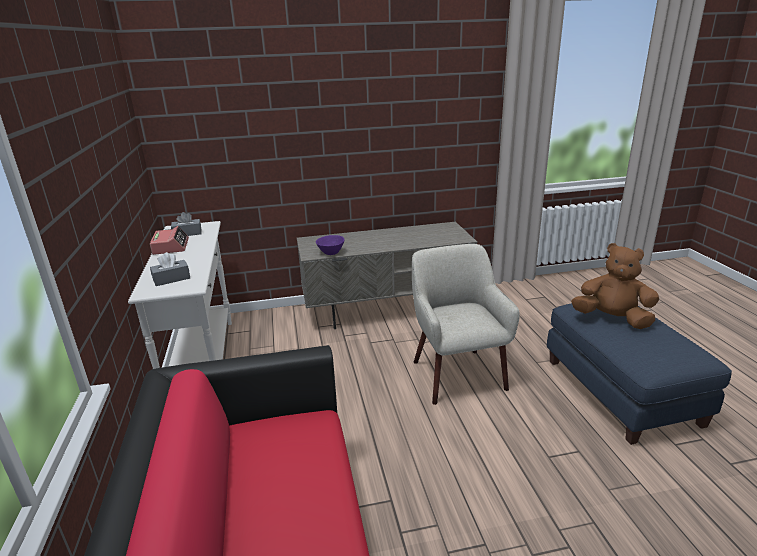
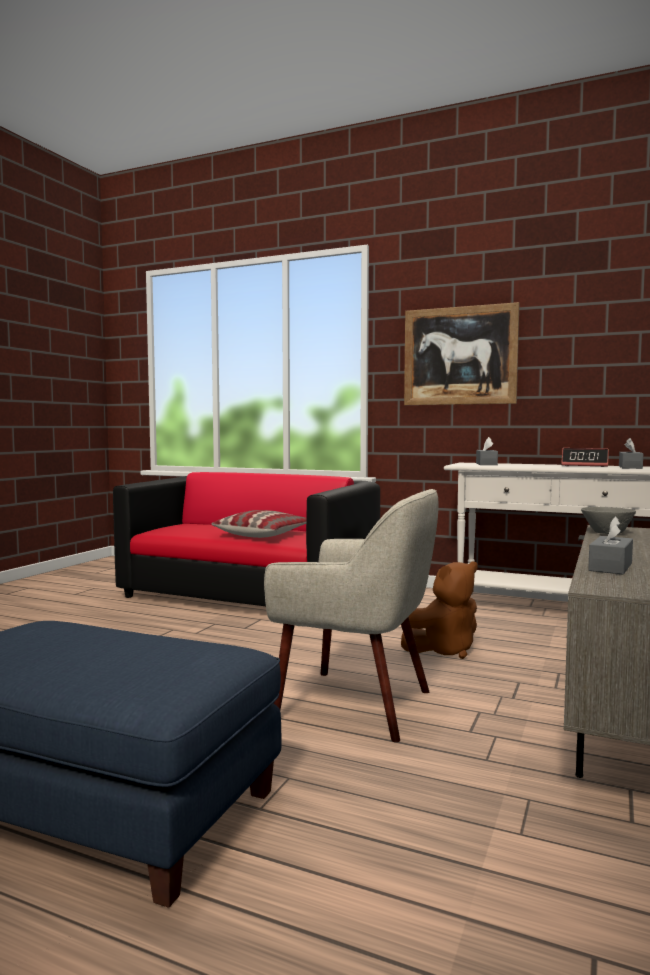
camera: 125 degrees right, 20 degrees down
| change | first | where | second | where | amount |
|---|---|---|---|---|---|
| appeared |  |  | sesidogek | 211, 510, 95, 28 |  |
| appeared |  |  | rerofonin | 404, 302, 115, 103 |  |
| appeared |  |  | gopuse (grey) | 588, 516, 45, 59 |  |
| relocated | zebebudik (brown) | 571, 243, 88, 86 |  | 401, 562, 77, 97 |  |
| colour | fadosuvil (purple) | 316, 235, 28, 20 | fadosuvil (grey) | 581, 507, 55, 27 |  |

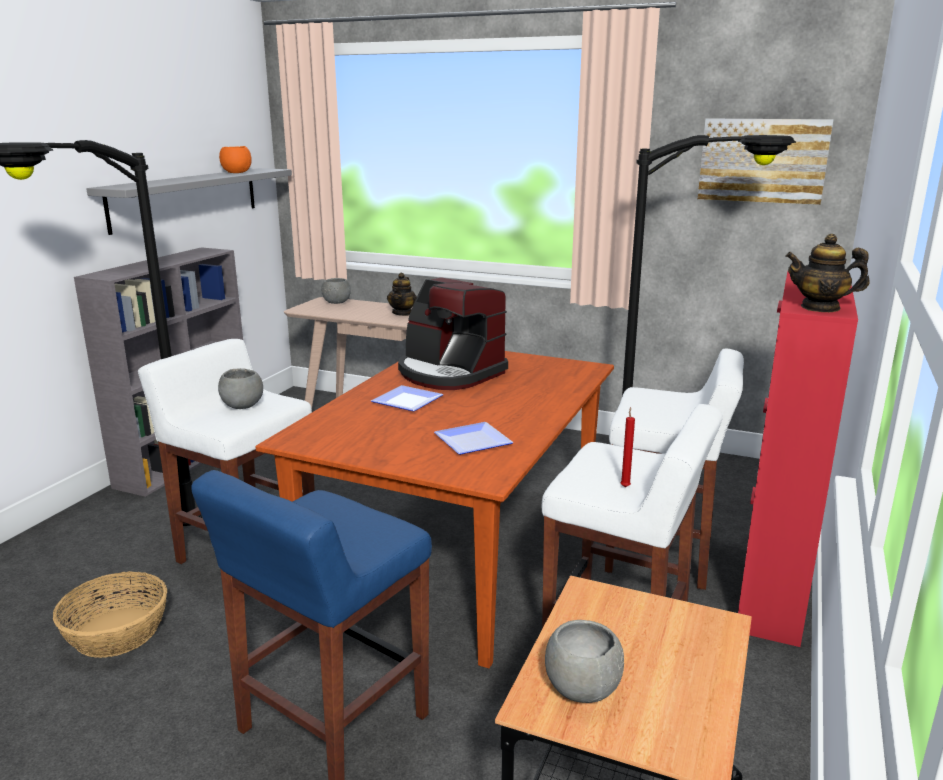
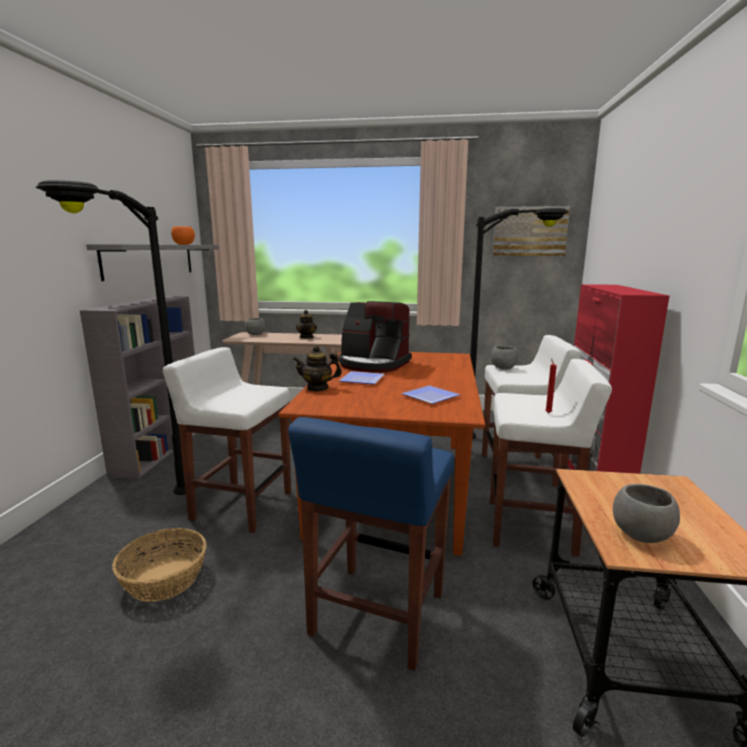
camera: 15 degrees left, 5 degrees down
| change | first | where | second | where | amount |
|---|---|---|---|---|---|
| relocated | fadosuvil (grey) | 218, 368, 45, 41 |  | 491, 346, 27, 24 |  |
| relocated | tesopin | 786, 234, 84, 78 |  | 293, 345, 49, 46 |  |

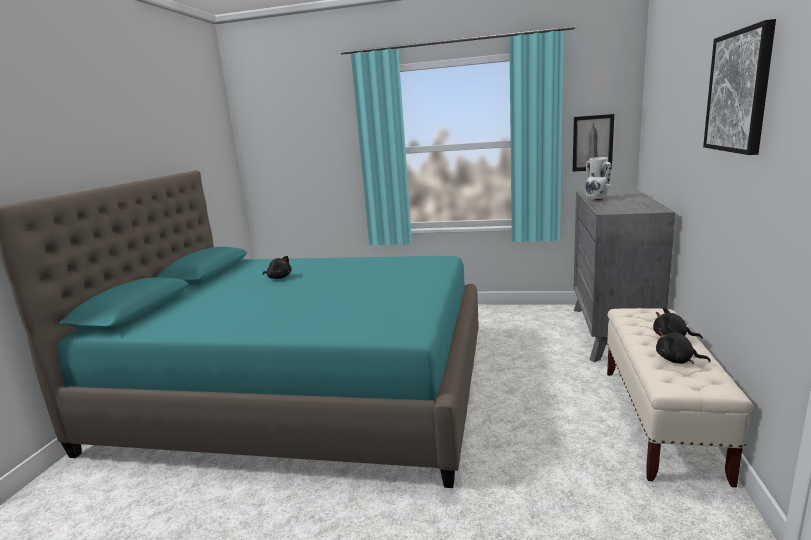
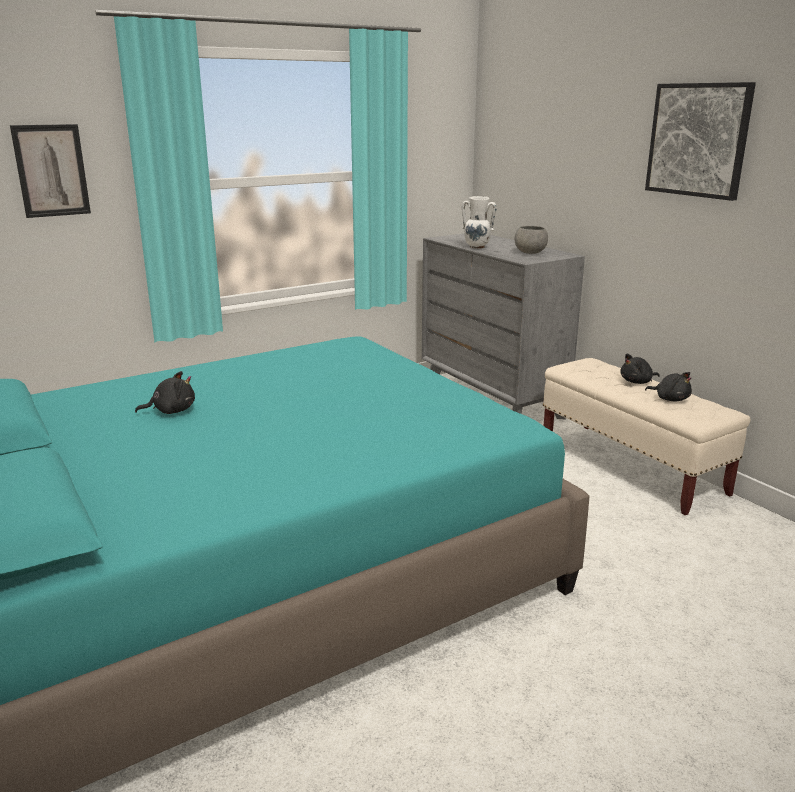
camera: 45 degrees left, 5 degrees up
| change | first | where | second | where | amount |
|---|---|---|---|---|---|
| appeared |  |  | fadosuvil (grey) | 515, 226, 33, 28 |  |
| relocated | rerofonin | 573, 114, 41, 58 |  | 10, 124, 81, 94 |  |
| spun | zebebudik (black) | 656, 327, 55, 37 |  | 645, 372, 47, 29 | 120 degrees counterclockwise |

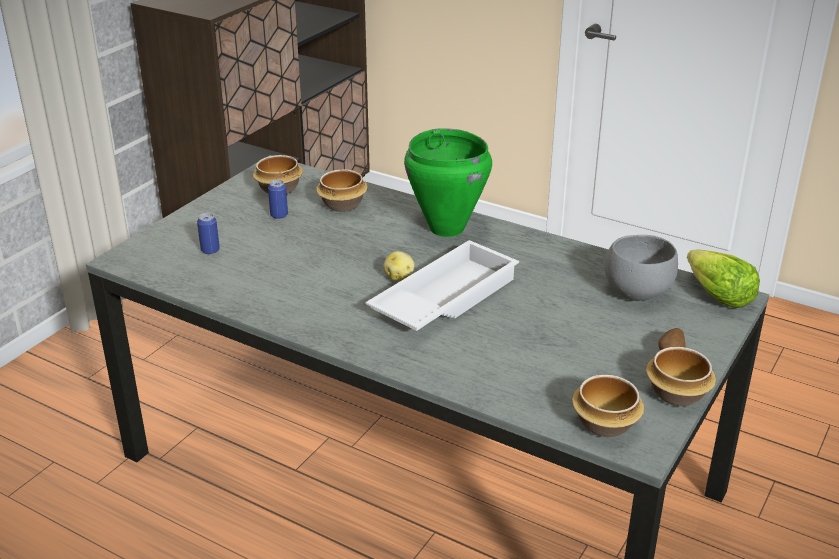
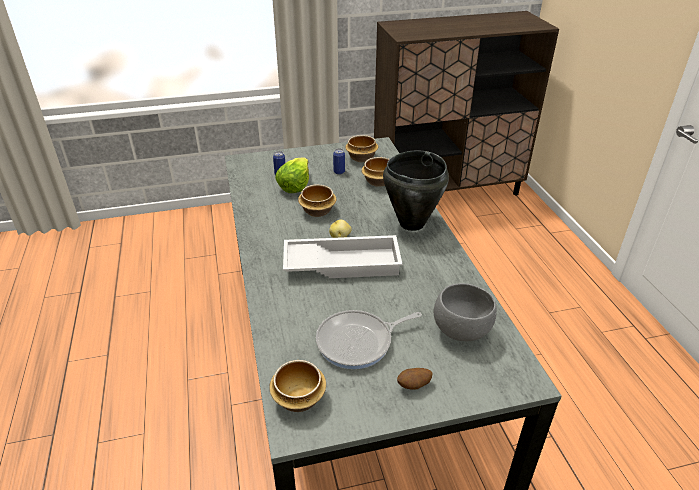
camera: 45 degrees right, 5 degrees up
| change | first | where | second | where | amount |
|---|---|---|---|---|---|
| appeared |  |  | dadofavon | 316, 310, 106, 59 |  |
| relocated | fadosuvil | 646, 347, 70, 59 |  | 298, 184, 38, 33 |  |
| relocated | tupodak | 687, 250, 73, 58 |  | 275, 157, 34, 36 |  |
| colour | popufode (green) | 404, 128, 88, 109 | popufode (black) | 383, 150, 66, 81 |  |

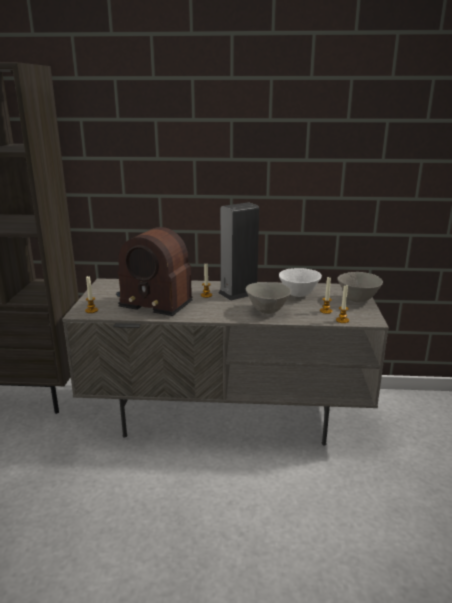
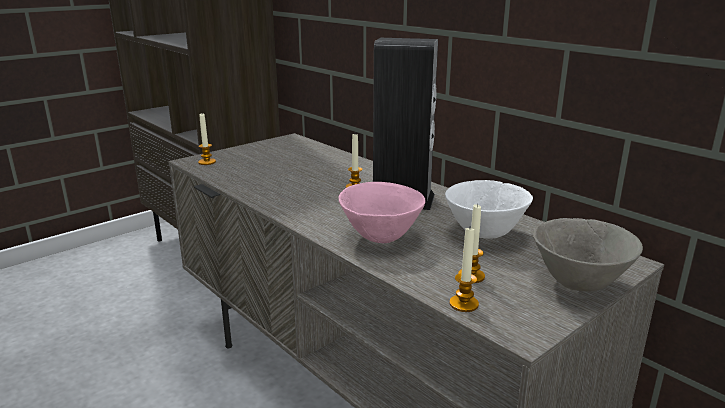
camera: 45 degrees right, 0 degrees up
| change | first | where | second | where | amount |
|---|---|---|---|---|---|
| missing | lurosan | 116, 227, 77, 89 |  |  |  |
| colour | fadosuvil (grey) | 246, 282, 45, 32 | fadosuvil (pink) | 339, 182, 86, 61 |  |

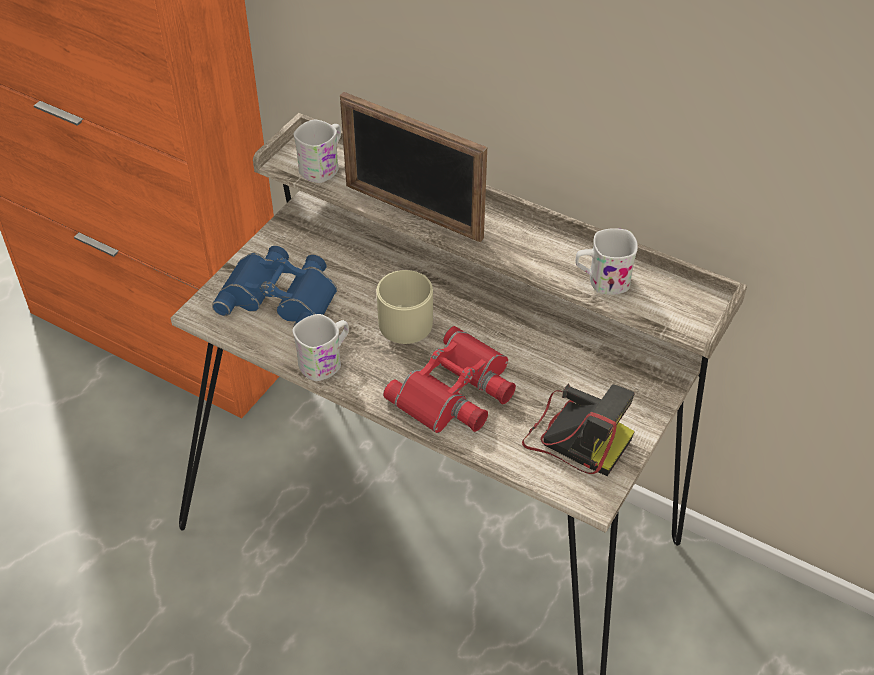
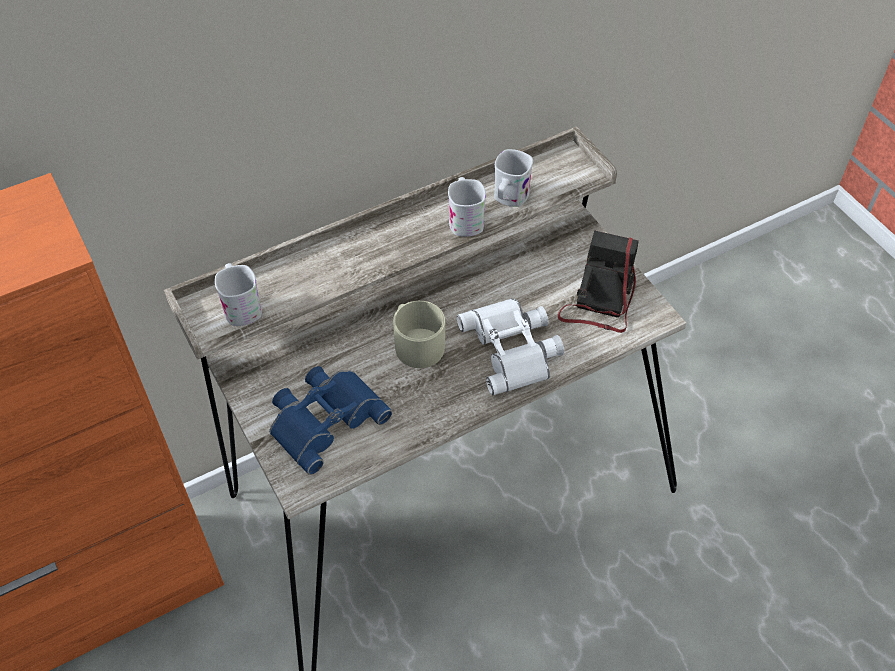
camera: 60 degrees left, 5 degrees up
| change | first | where | second | where | amount |
|---|---|---|---|---|---|
| missing | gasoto | 340, 92, 147, 150 |  |  |  |
| relocated | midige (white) | 292, 314, 57, 67 |  | 448, 177, 38, 60 |  |
| colour | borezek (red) | 383, 326, 133, 107 | borezek (white) | 457, 298, 107, 97 |  |
| spun | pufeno | 522, 383, 113, 93 |  | 558, 230, 81, 103 | 45 degrees counterclockwise |

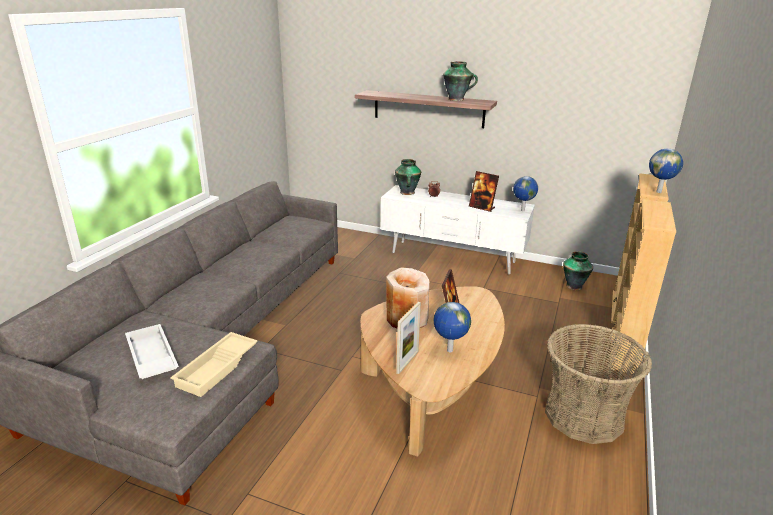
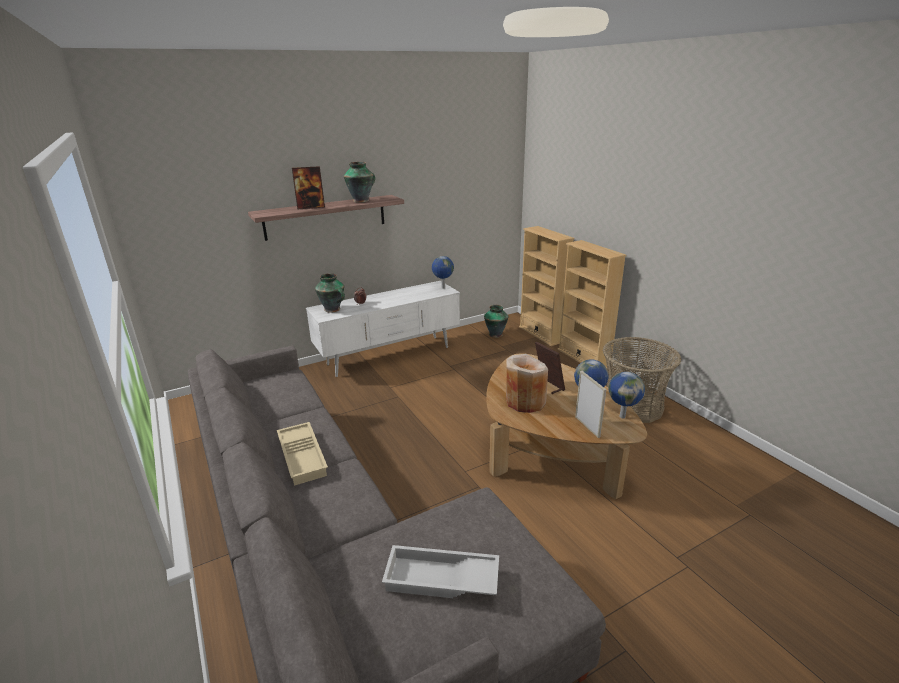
camera: 50 degrees left, 0 degrees up
| change | first | where | second | where | amount |
|---|---|---|---|---|---|
| relocated | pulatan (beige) | 170, 332, 88, 65 |  | 277, 422, 51, 64 |  |
| relocated | gasoto | 469, 171, 30, 41 |  | 292, 166, 33, 43 |  |
| relocated | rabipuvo | 649, 149, 34, 44 |  | 609, 372, 36, 47 |  |

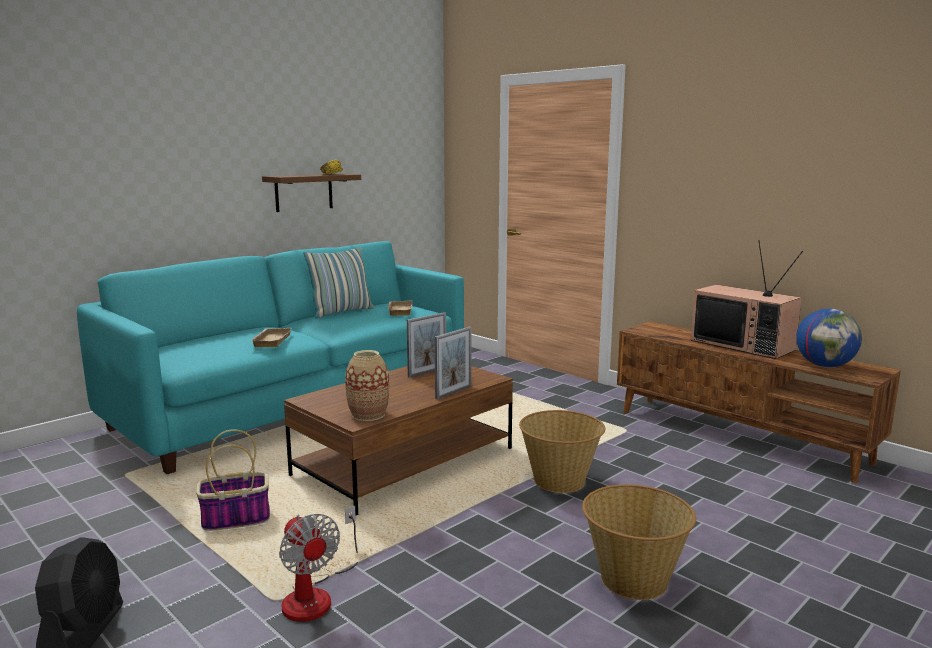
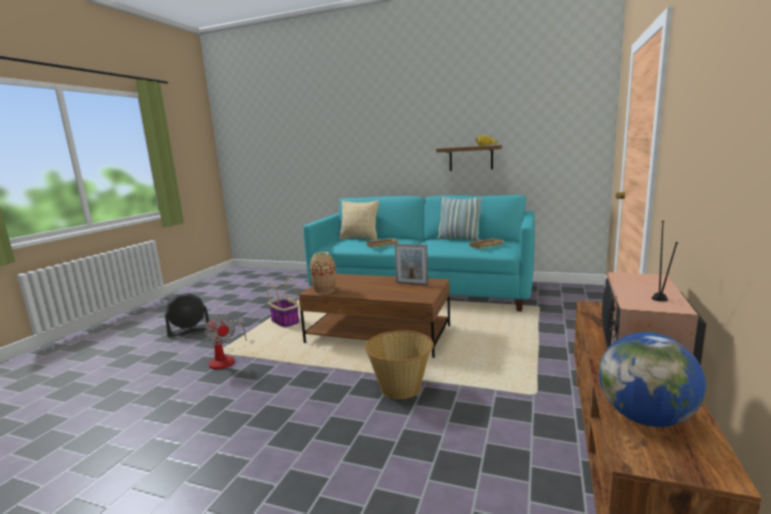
camera: 65 degrees right, 0 degrees up
| change | first | where | second | where | amount |
|---|---|---|---|---|---|
| missing | gasoto | 435, 327, 37, 73 |  |  |  |
| missing | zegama | 582, 484, 114, 116 |  |  |  |
| appeared |  |  | sesidogek (beige) | 339, 201, 40, 39 |  |
| spun | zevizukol | 279, 506, 79, 116 |  | 205, 314, 42, 55 | 75 degrees counterclockwise |

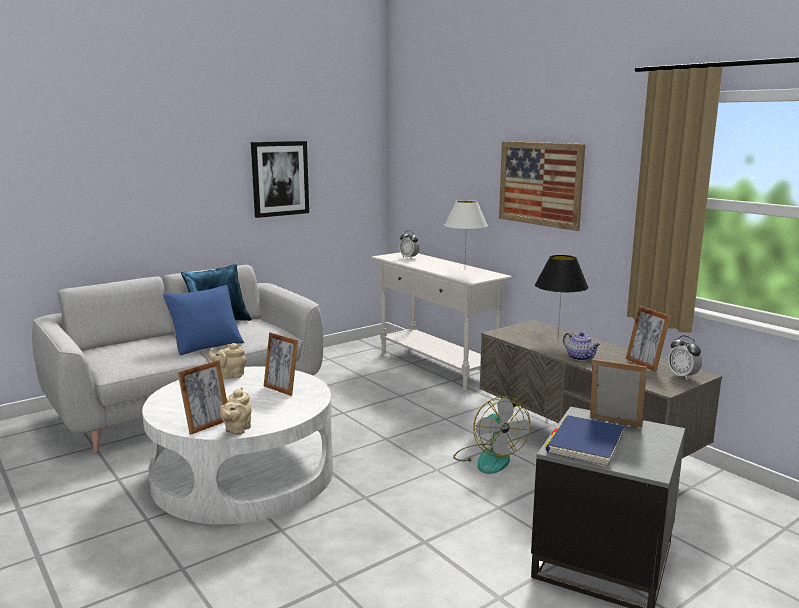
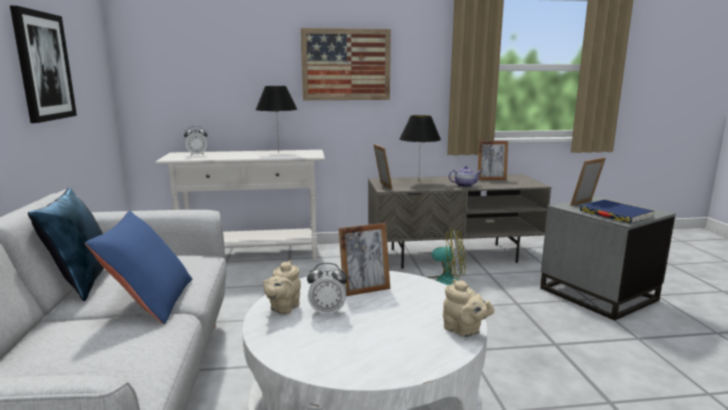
camera: 60 degrees left, 0 degrees up
| change | first | where | second | where | amount |
|---|---|---|---|---|---|
| relocated | gasoto | 178, 360, 49, 75 |  | 373, 144, 19, 45 |  |
| relocated | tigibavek | 668, 335, 34, 45 |  | 307, 263, 41, 53 |  |
| colour | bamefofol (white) | 445, 200, 43, 59 | bamefofol (black) | 256, 86, 41, 67 |  |

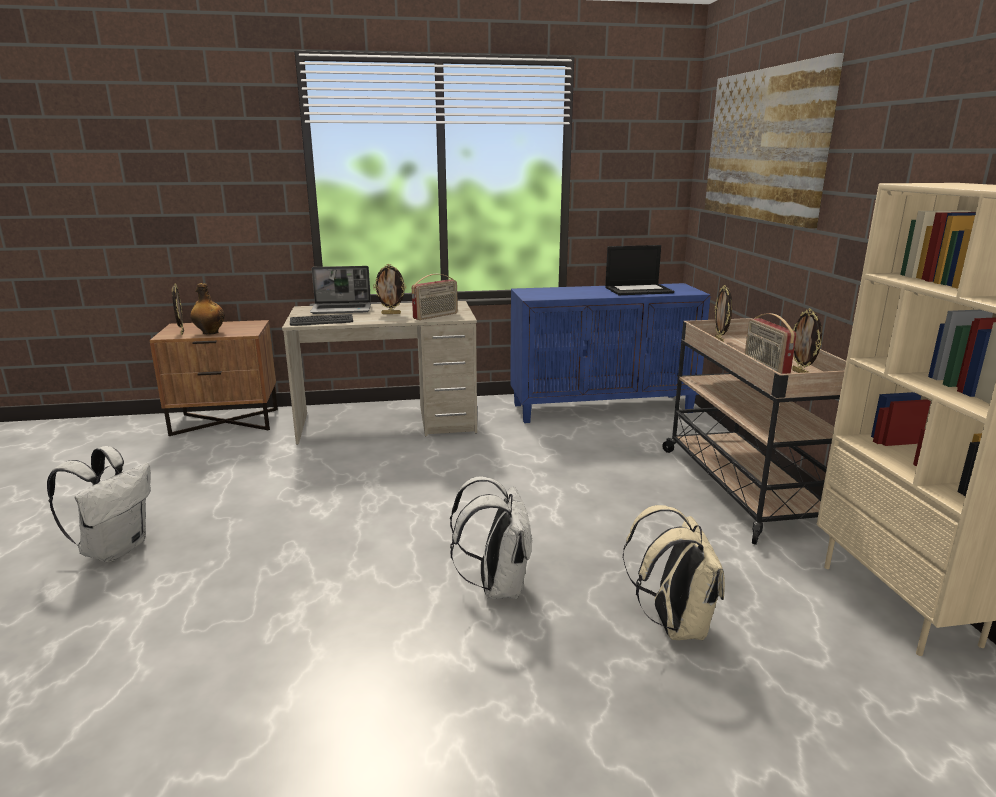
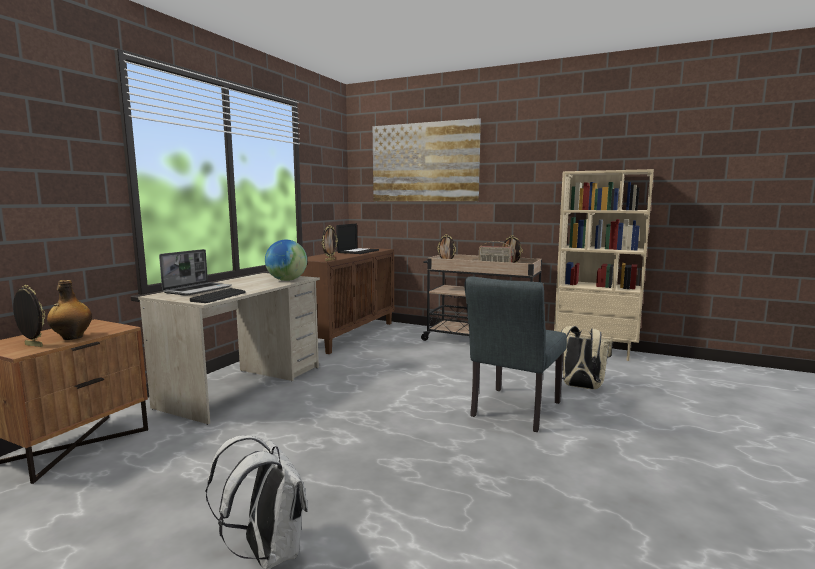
camera: 55 degrees left, 10 degrees down
| change | first | where | second | where | amount |
|---|---|---|---|---|---|
| relocated | gasoto | 373, 264, 33, 50 |  | 322, 225, 16, 36 |  |
| exchanged | lurosan | 412, 274, 46, 46 | rabipuvo | 265, 240, 42, 41 |  |
| exchanged | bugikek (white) | 450, 477, 83, 122 | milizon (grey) | 464, 276, 103, 156 |  |
| colour | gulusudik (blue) | 510, 283, 201, 140 | gulusudik (brown) | 301, 248, 93, 106 |  |

